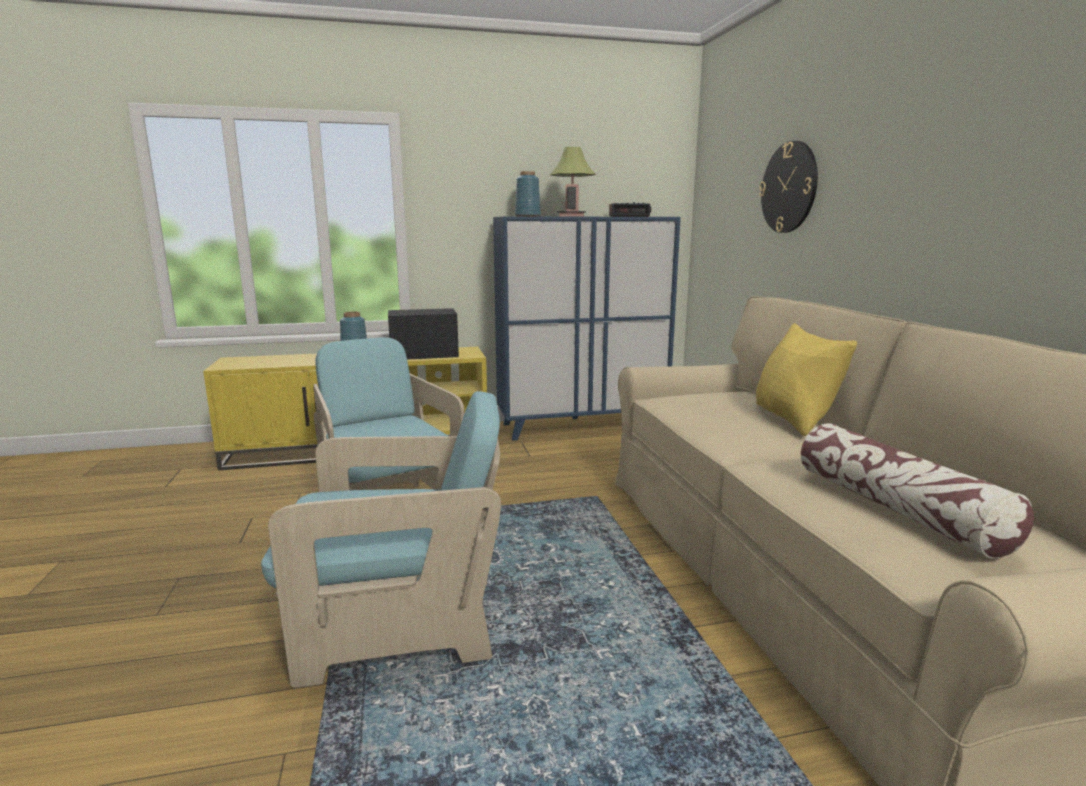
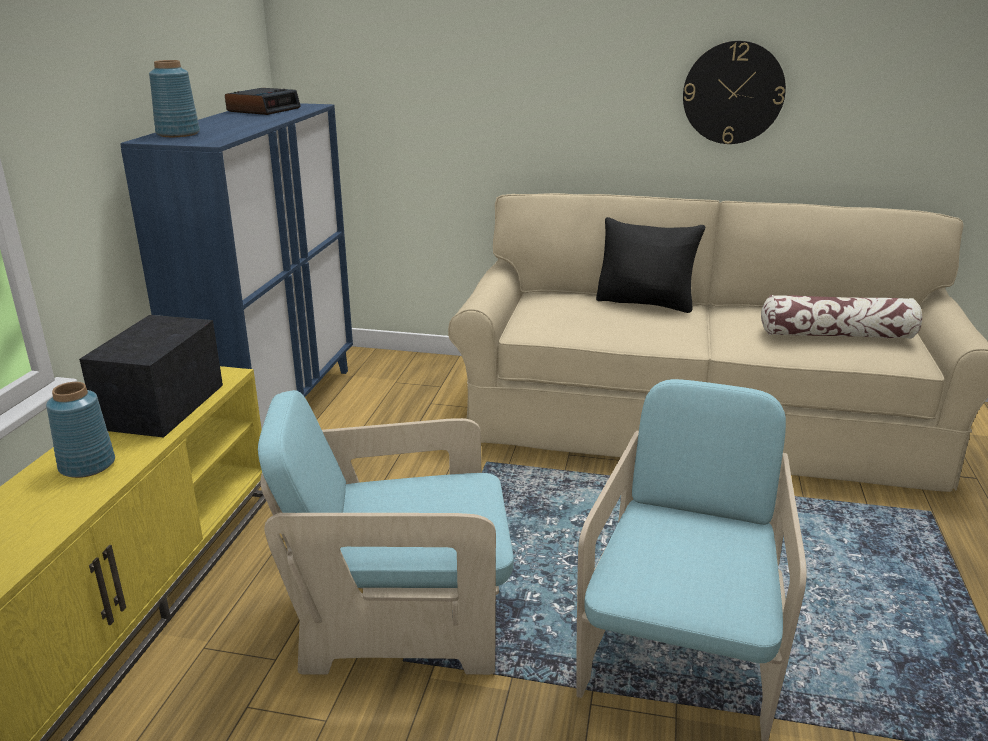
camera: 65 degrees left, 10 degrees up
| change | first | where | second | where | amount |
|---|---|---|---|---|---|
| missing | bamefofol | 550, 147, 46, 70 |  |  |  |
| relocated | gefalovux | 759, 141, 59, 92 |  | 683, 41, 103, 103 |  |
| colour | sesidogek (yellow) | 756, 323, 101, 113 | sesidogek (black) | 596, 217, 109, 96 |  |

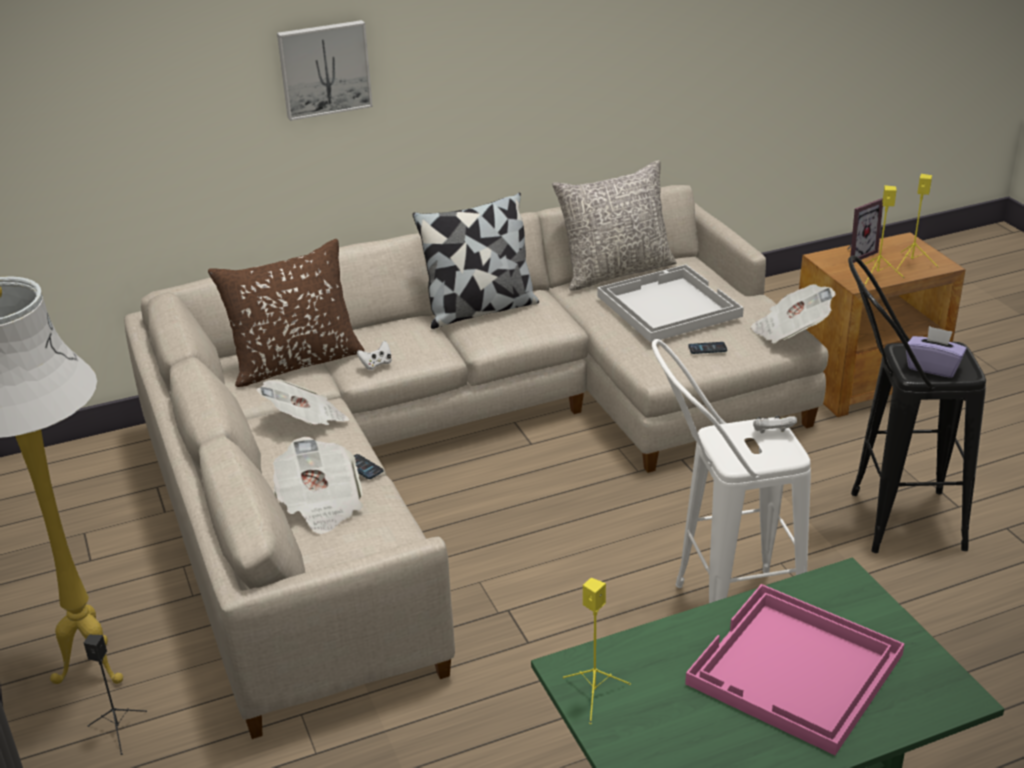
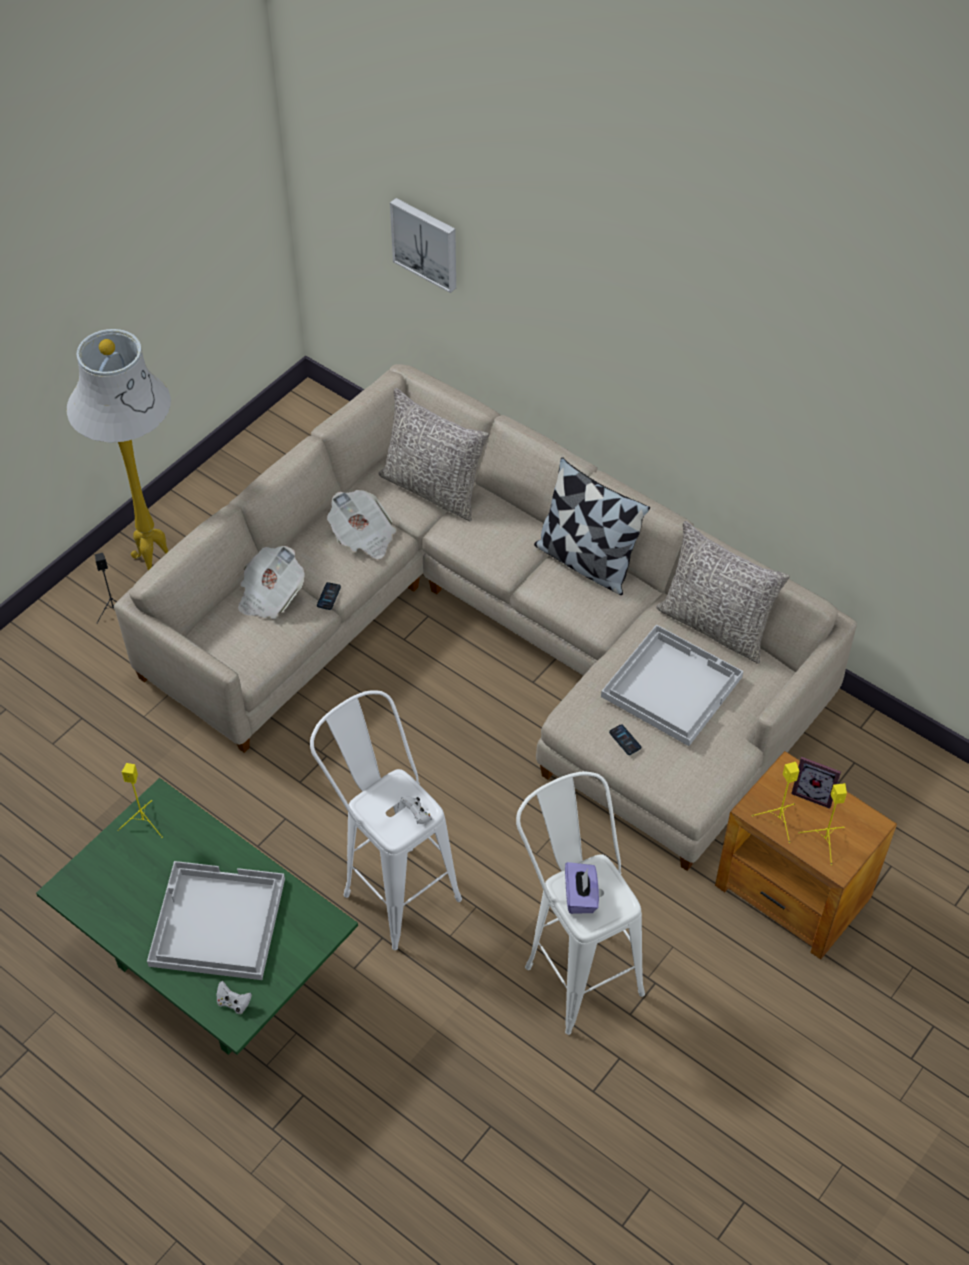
camera: 60 degrees right, 20 degrees up
| change | first | where | second | where | amount |
|---|---|---|---|---|---|
| missing | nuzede | 751, 284, 85, 59 |  |  |  |
| relocated | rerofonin | 277, 20, 96, 101 |  | 390, 198, 66, 95 |  |
| relocated | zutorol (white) | 357, 341, 35, 29 |  | 217, 981, 35, 33 |  |
| colour | sesidogek (brown) | 208, 239, 156, 148 | sesidogek (grey) | 378, 388, 111, 133 |  |
| colour | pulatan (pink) | 685, 584, 219, 171 | pulatan (white) | 147, 861, 138, 119 |  |
| colour | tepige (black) | 848, 255, 138, 298 | tepige (white) | 516, 771, 129, 264 |  |

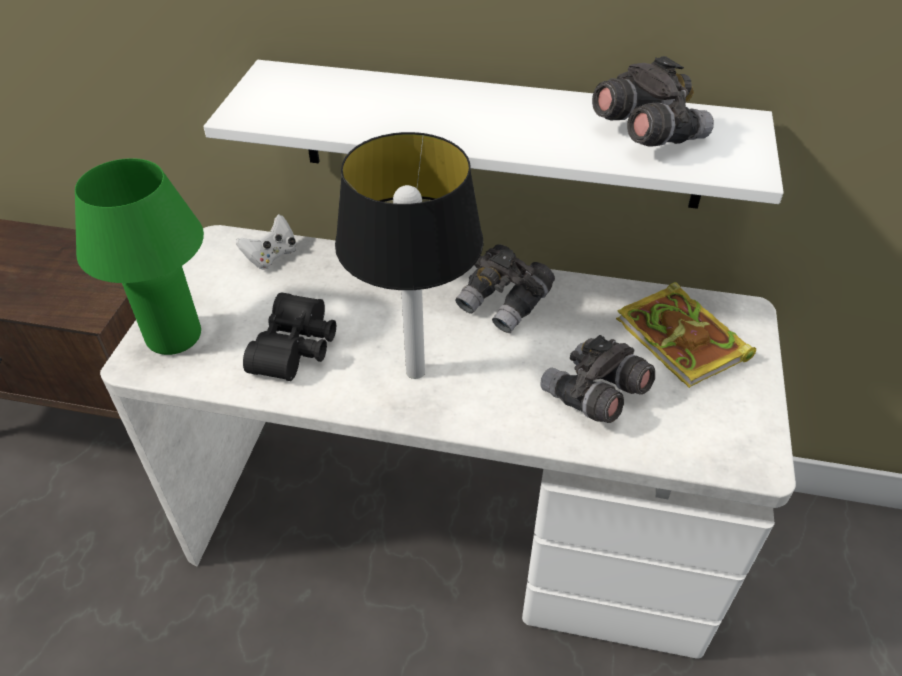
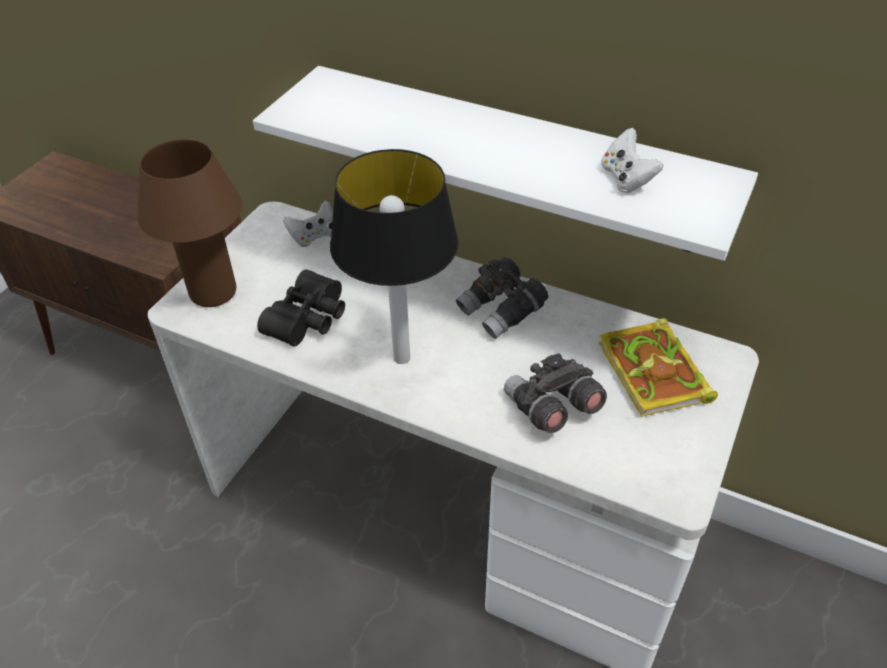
camera: 15 degrees right, 0 degrees up
| change | first | where | second | where | amount |
|---|---|---|---|---|---|
| exchanged | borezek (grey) | 592, 56, 122, 91 | zutorol (white) | 601, 128, 62, 65 |  |
| colour | bamefofol (green) | 75, 158, 129, 197 | bamefofol (brown) | 137, 139, 105, 168 |  |

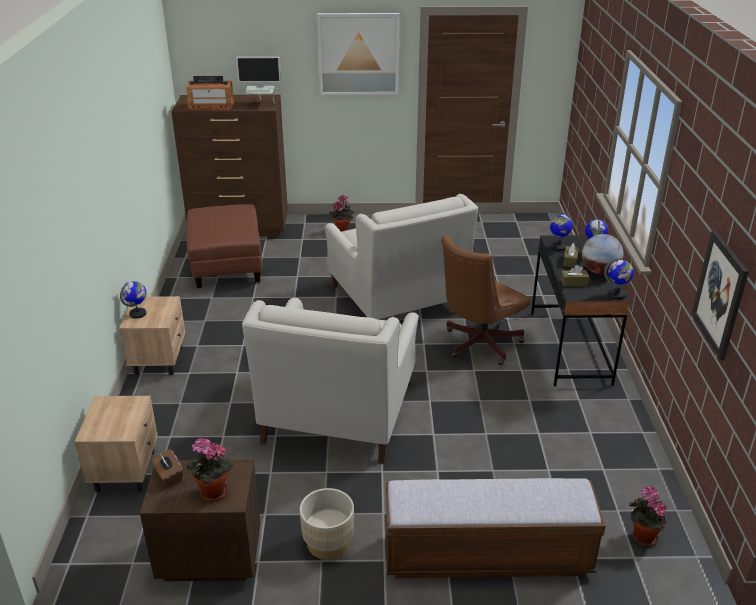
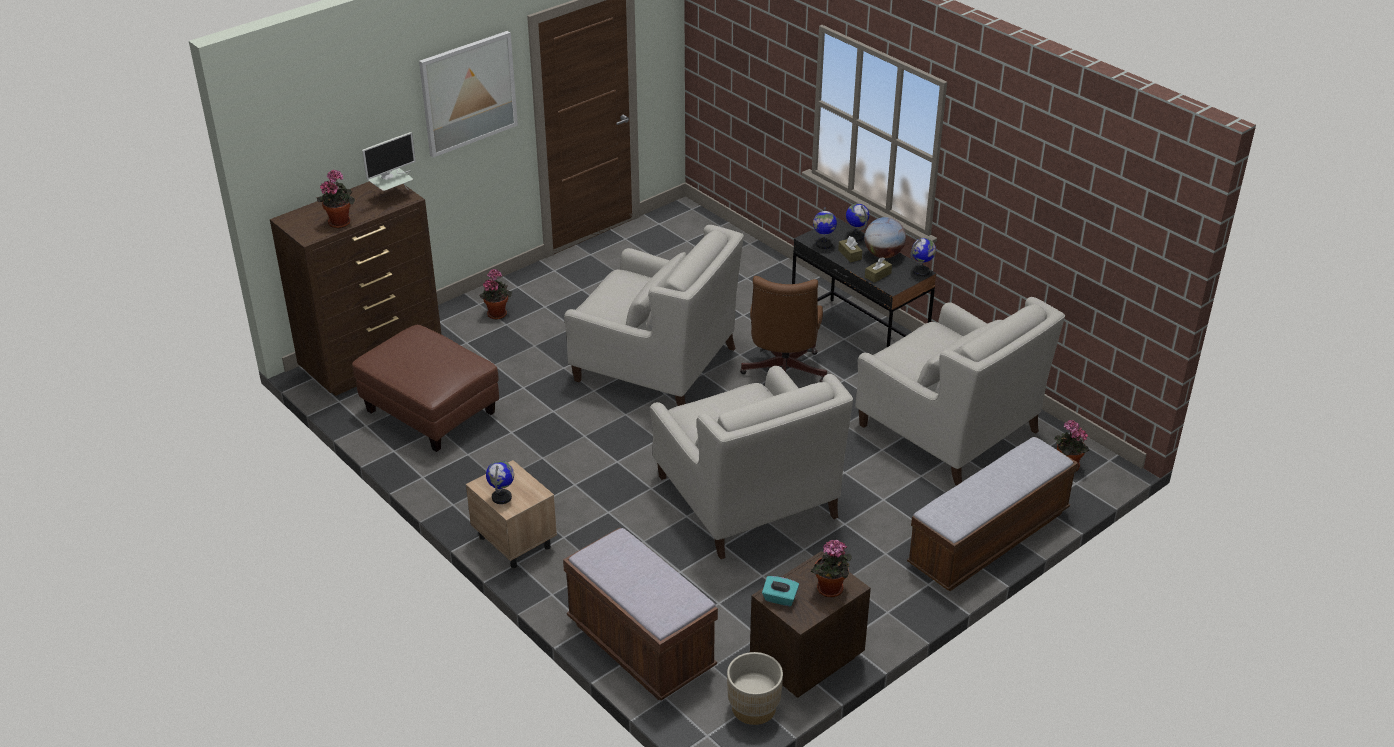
camera: 40 degrees left, 5 degrees up
| change | first | where | second | where | amount |
|---|---|---|---|---|---|
| missing | rerofonin | 691, 230, 58, 130 |  |  |  |
| appeared |  |  | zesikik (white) | 855, 297, 210, 189 |  |
| relocated | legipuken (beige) | 300, 488, 54, 72 |  | 727, 652, 56, 73 |  |
| exchanged | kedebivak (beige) | 75, 396, 83, 97 | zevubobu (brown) | 563, 527, 155, 174 |  |
| exchanged | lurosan | 186, 76, 48, 34 | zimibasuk | 317, 170, 38, 58 |  |
| colour | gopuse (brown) | 152, 449, 31, 37 | gopuse (turquoise) | 762, 576, 37, 30 |  |

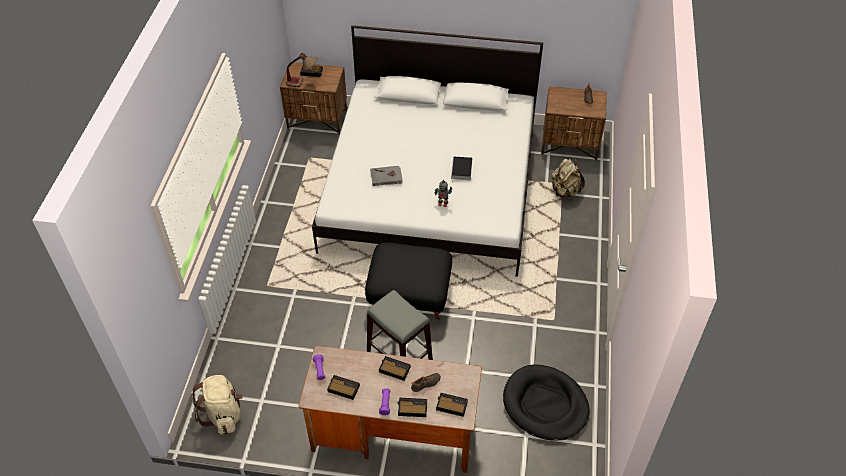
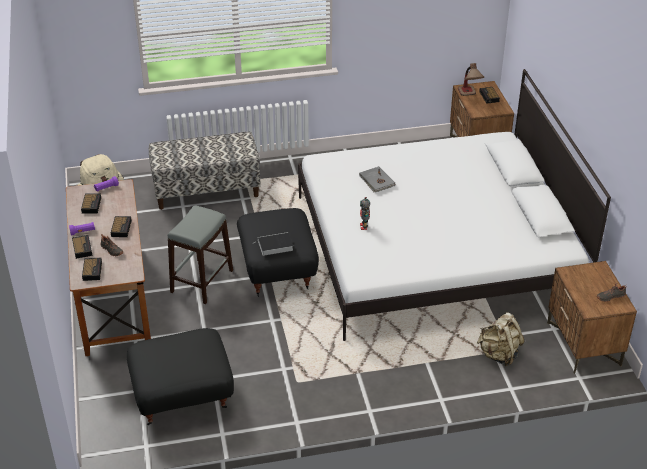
camera: 70 degrees right, 10 degrees down
| change | first | where | second | where | amount |
|---|---|---|---|---|---|
| appeared |  |  | zevubobu | 149, 132, 112, 78 |  |
| relocated | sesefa | 451, 156, 21, 24 |  | 252, 232, 41, 24 |  |
| exchanged | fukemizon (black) | 503, 364, 87, 77 | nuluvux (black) | 127, 328, 107, 97 |  |

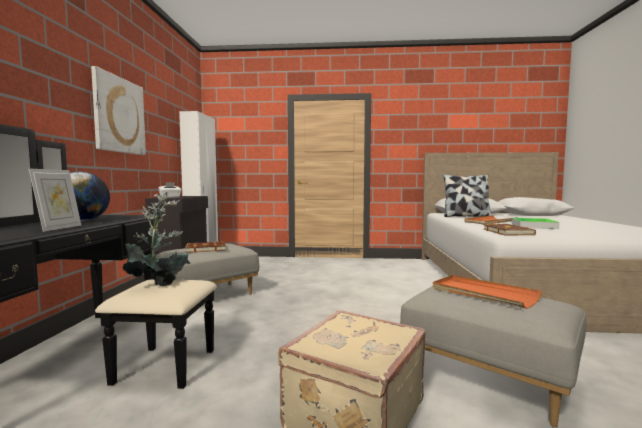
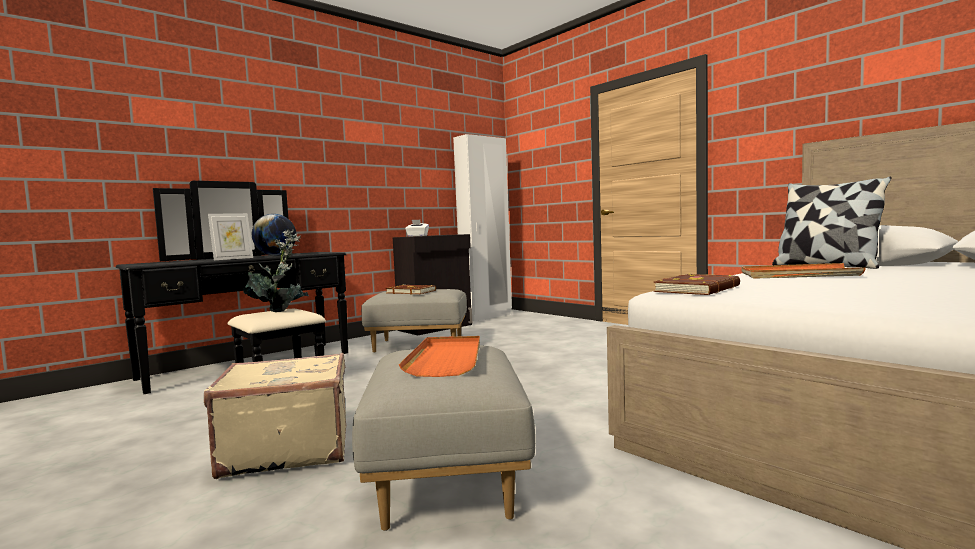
camera: 45 degrees right, 0 degrees up
| change | first | where | second | where | amount |
|---|---|---|---|---|---|
| missing | rerofonin | 91, 66, 55, 89 |  |  |  |
| missing | pulatan | 512, 218, 47, 11 |  |  |  |

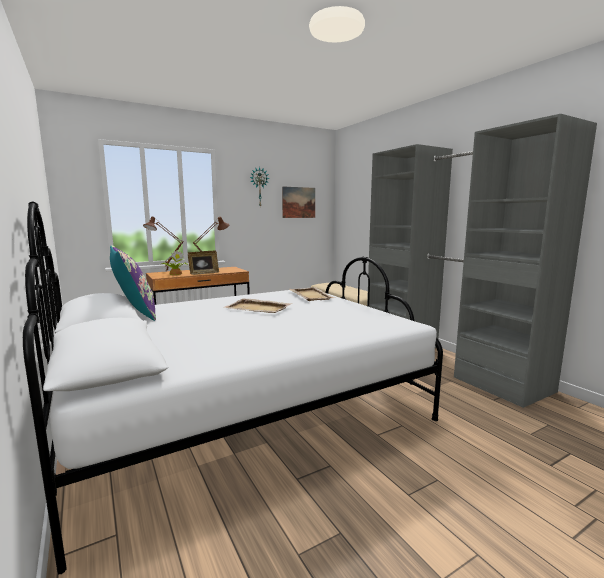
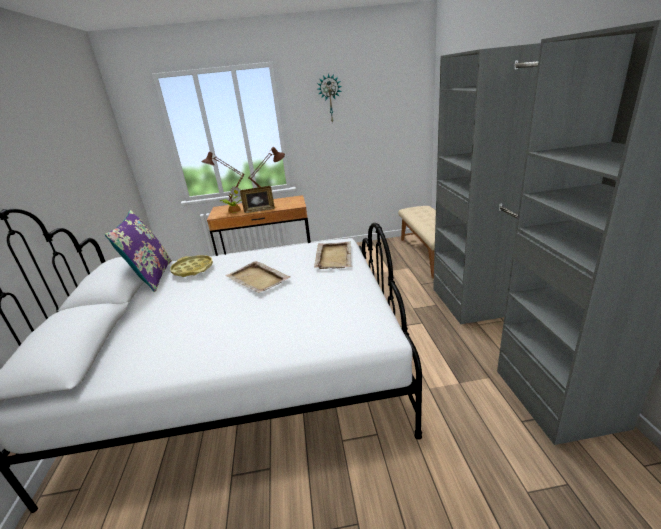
camera: 25 degrees right, 15 degrees up
| change | first | where | second | where | amount |
|---|---|---|---|---|---|
| missing | rerofonin | 282, 186, 33, 32 |  |  |  |
| appeared |  |  | pulatan (yellow) | 170, 255, 43, 22 |  |

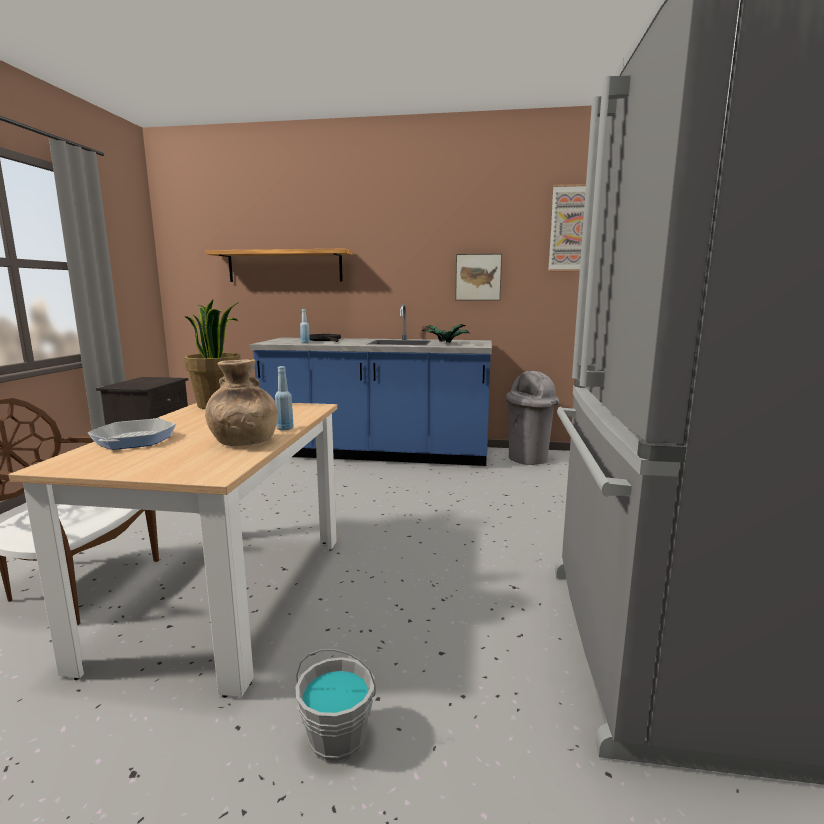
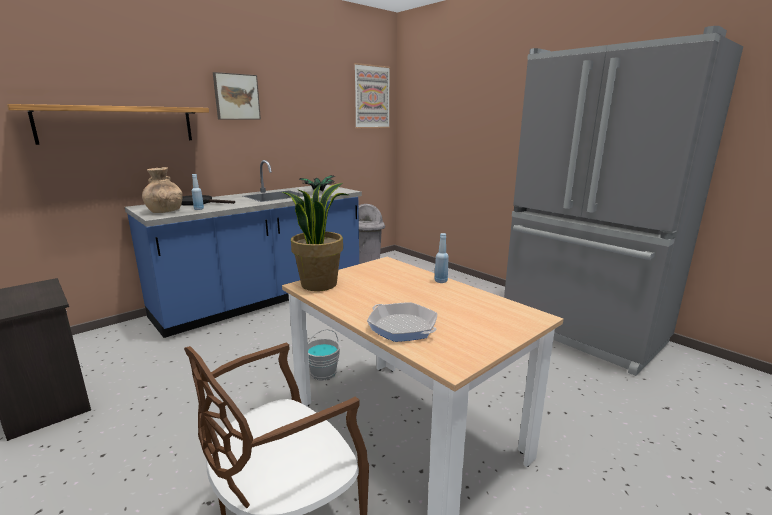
camera: 50 degrees left, 5 degrees up
| change | first | where | second | where | amount |
|---|---|---|---|---|---|
| relocated | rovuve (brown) | 205, 359, 73, 87 |  | 142, 167, 40, 46 |  |
| relocated | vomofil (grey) | 295, 649, 81, 114 |  | 308, 329, 32, 51 |  |
| relocated | rerofonin | 455, 253, 47, 48 |  | 213, 72, 48, 48 |  |

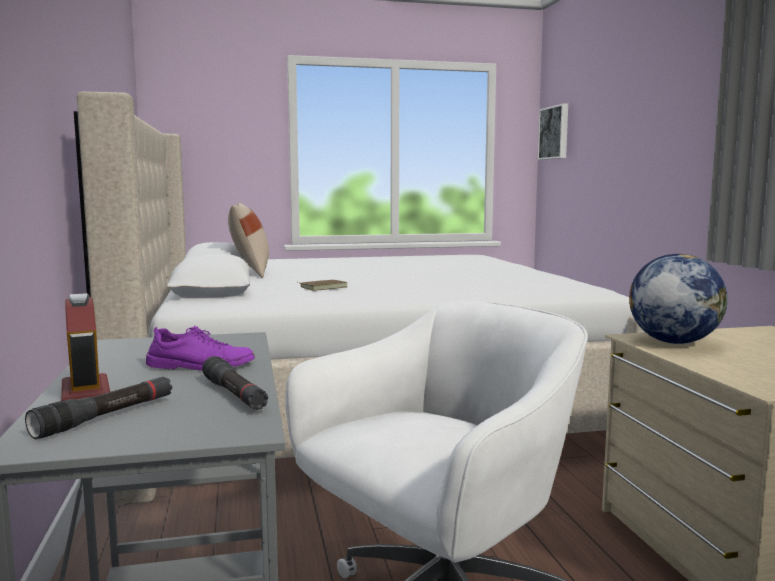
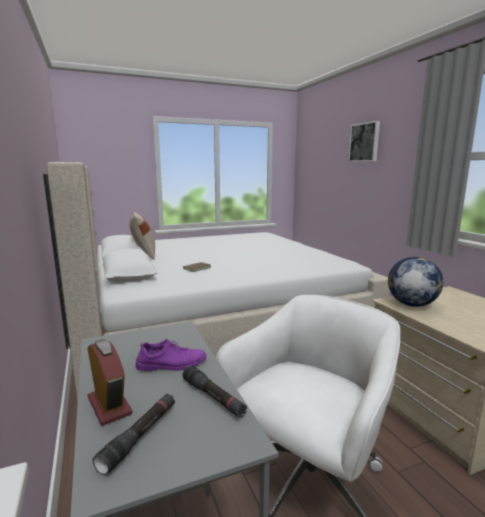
camera: 10 degrees left, 5 degrees up
| change | first | where | second | where | amount |
|---|---|---|---|---|---|
| relocated | rerofonin | 538, 103, 30, 57 |  | 348, 121, 32, 41 |  |

